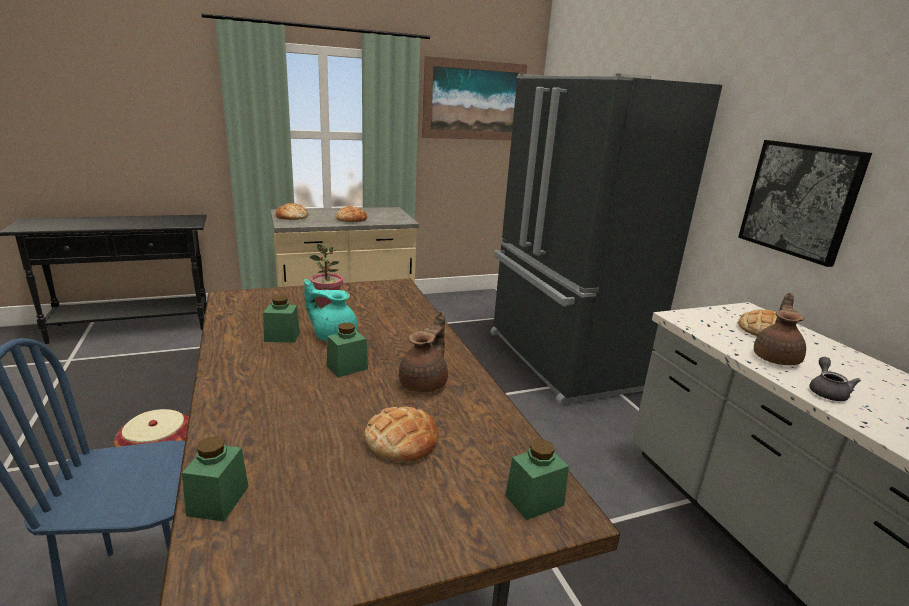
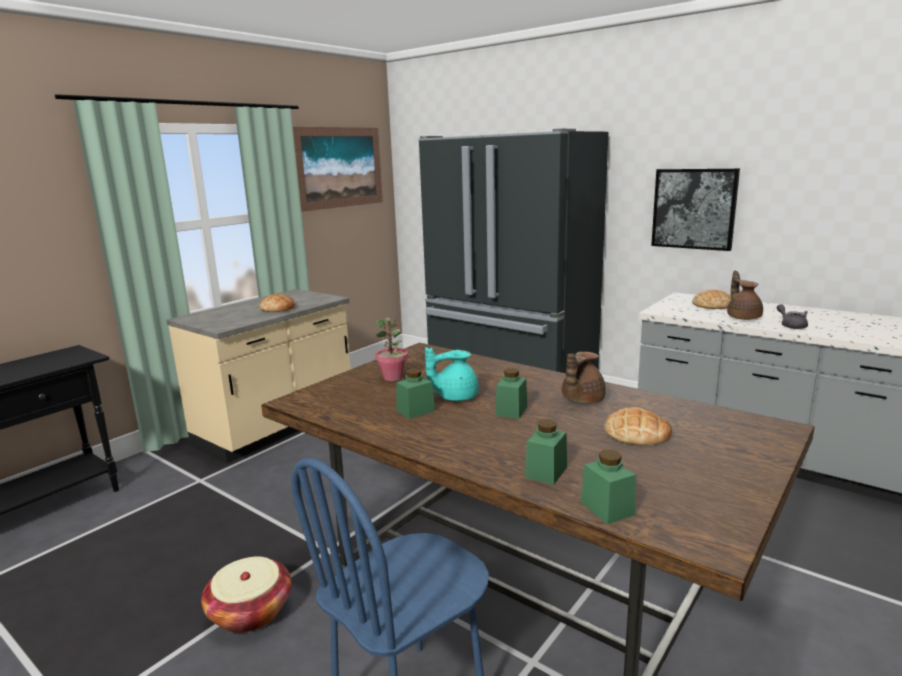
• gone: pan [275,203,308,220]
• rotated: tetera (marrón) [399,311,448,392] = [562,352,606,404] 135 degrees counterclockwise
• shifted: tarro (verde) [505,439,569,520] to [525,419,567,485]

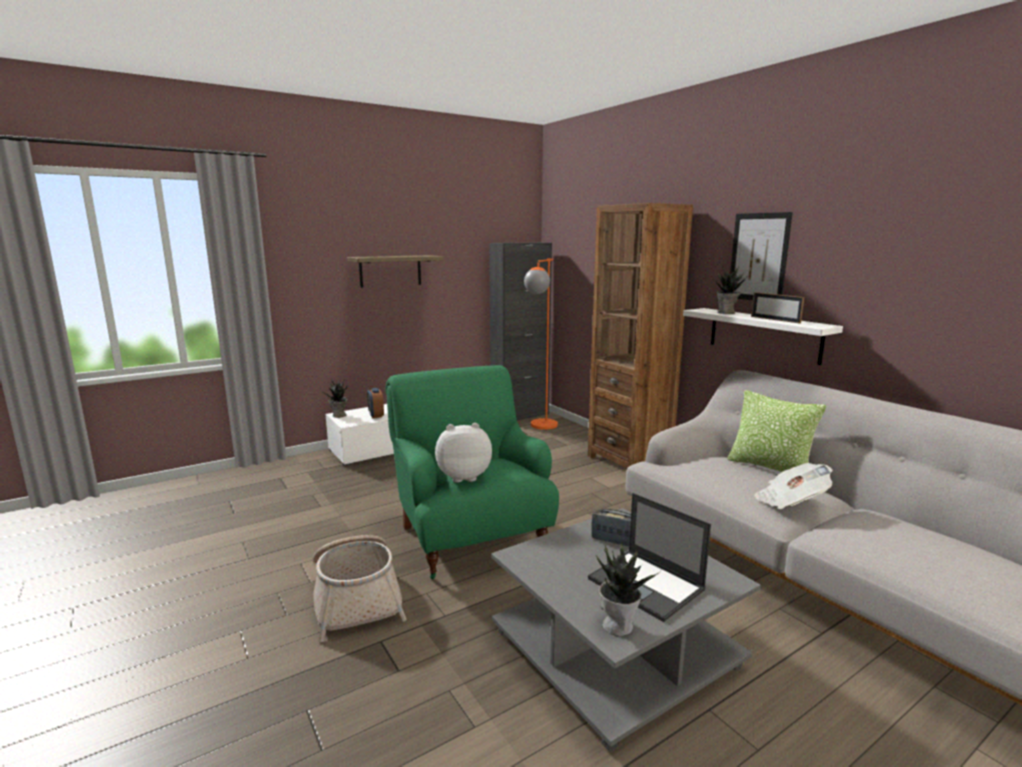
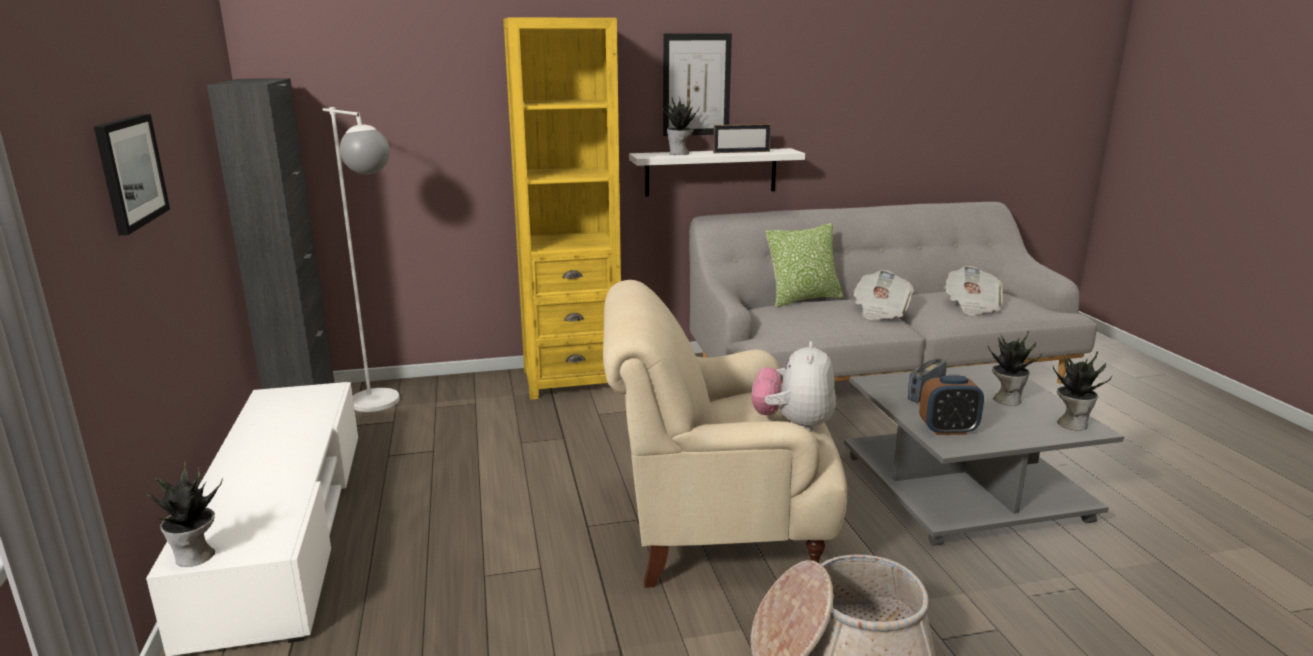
• repainted: estantería (marrón) [588,203,693,468] to estantería (amarillo) [503,17,621,400]
• swapped: estante [347,255,444,288] to cuadro [94,114,170,235]
• repainted: lámpara de pie (naranja) [524,258,558,430] to lámpara de pie (blanco) [322,107,400,412]
• repainted: sillón (verde) [386,365,559,579] to sillón (beis) [603,280,847,588]
• shifted: despertador [367,388,384,418] to [919,375,984,435]
• swapped: portátil [588,493,711,622] to planta en maceta [988,331,1042,406]
• new: periódico [944,266,1003,315]

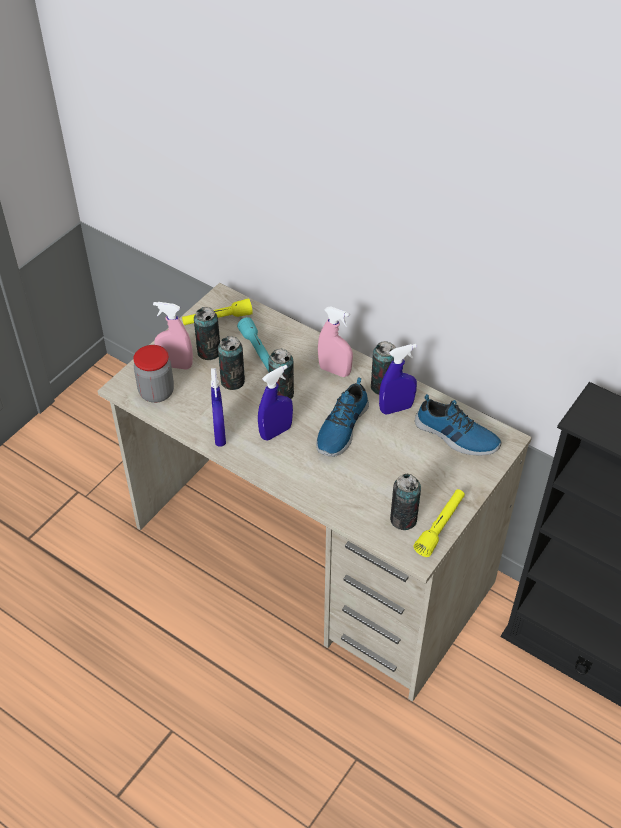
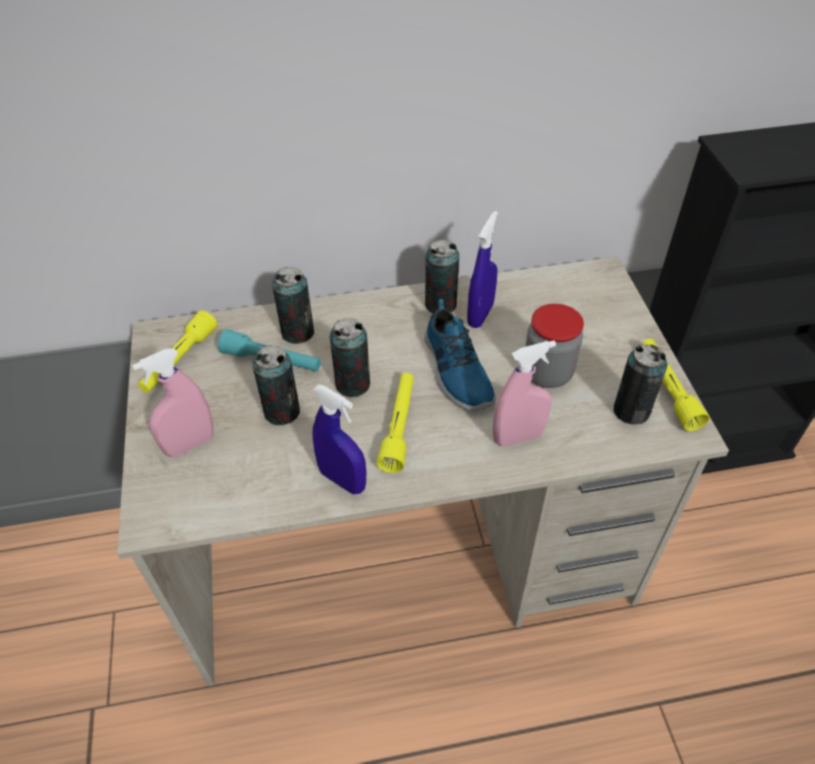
• shifted: lata [194,307,220,360] to [272,267,314,344]
• shifted: pulverizador (rosa) [318,307,353,377] to [493,340,556,447]
• shifted: tarro [133,345,174,403] to [525,304,584,388]
• swapped: pulverizador (azul) [258,365,293,441] to linterna (amarillo) [376,373,414,473]
• gone: zapato [415,394,502,456]

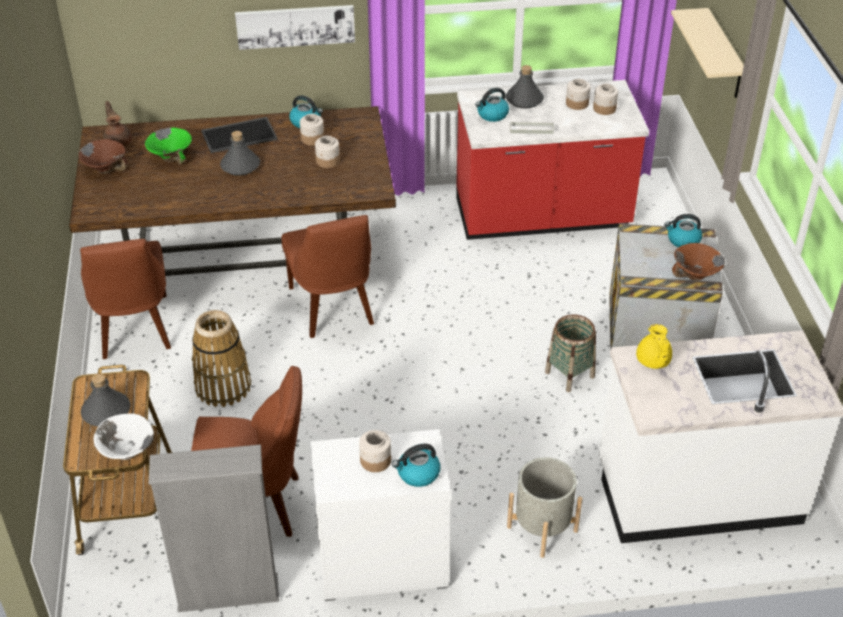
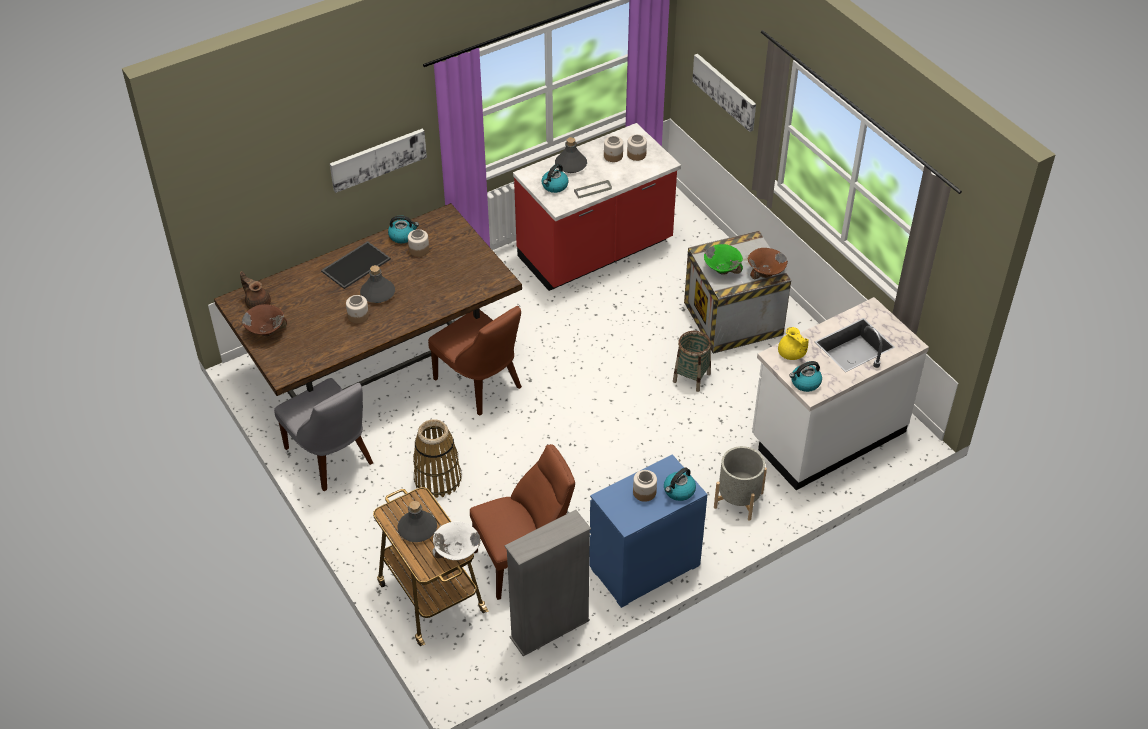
• swapped: estante (beis) [671,8,744,98] to cuadro [692,54,756,132]
• shifted: cuenco (verde) [145,128,192,164] to [704,244,743,275]
• shifted: tarro [315,136,340,168] to [346,295,369,324]
• shifted: hervidor [664,214,702,247] to [789,361,822,392]
• repainted: silla (marrón) [80,239,171,359] to silla (gris) [274,378,373,491]
• repainted: cómoda (blanco) [311,429,451,601] to cómoda (azul) [589,454,708,608]

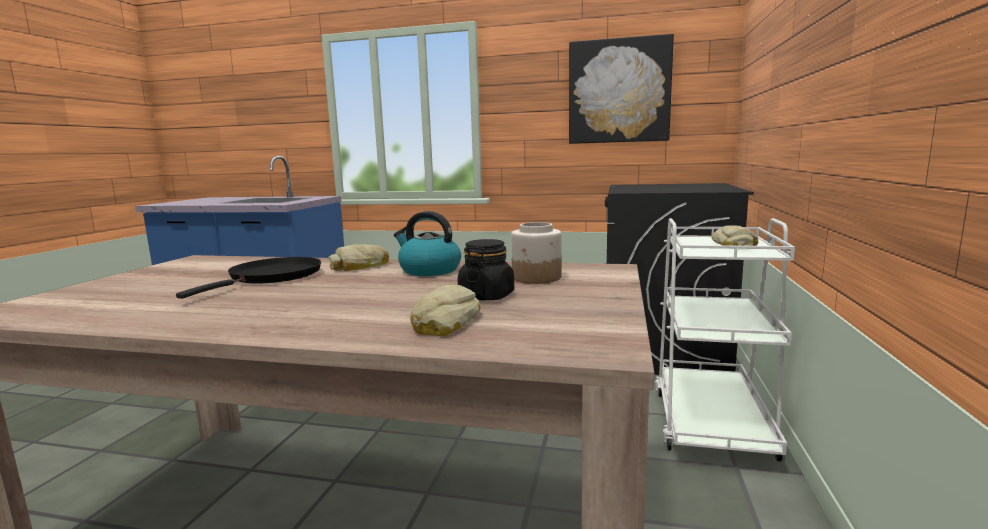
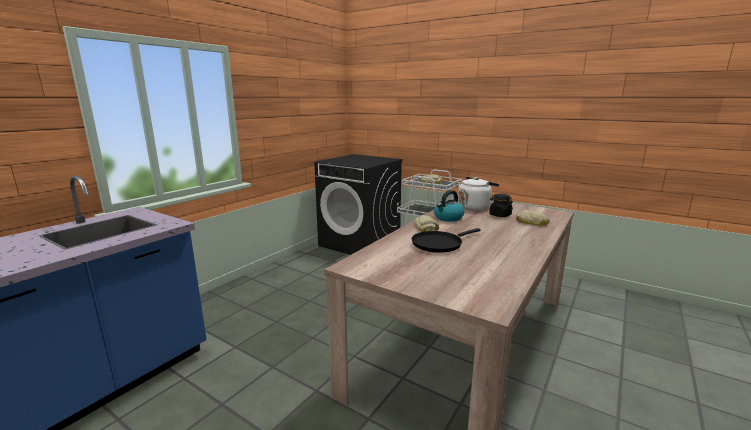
• gone: cuadro [569,34,674,144]
• swapped: tarro [511,222,562,284] to hervidor (blanco) [458,177,499,211]
• rotated: sartén (negro) [176,257,321,299] = [411,228,481,253] 75 degrees counterclockwise

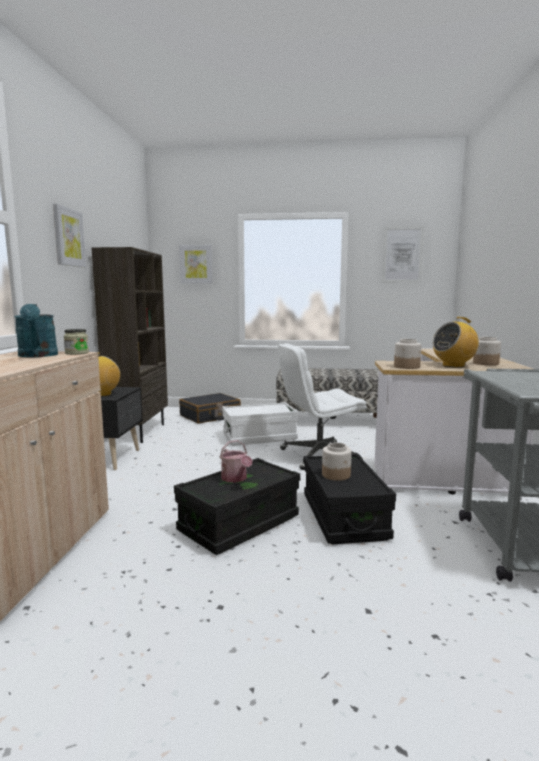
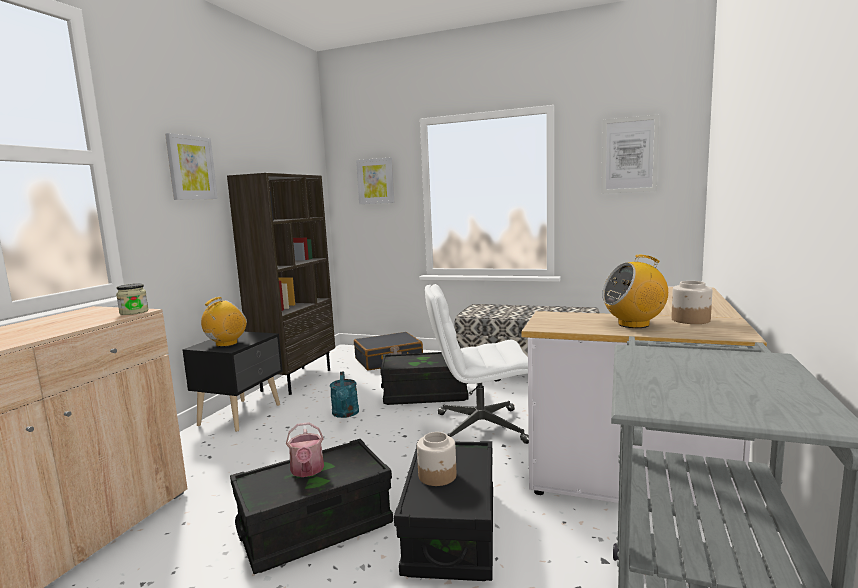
• shifted: regadera (turquesa) [14,304,58,357] to [330,371,359,418]
• gone: tarro [394,339,421,369]
• repainted: caja de almacenaje (blanco) [222,402,298,446] to caja de almacenaje (negro) [380,352,469,405]

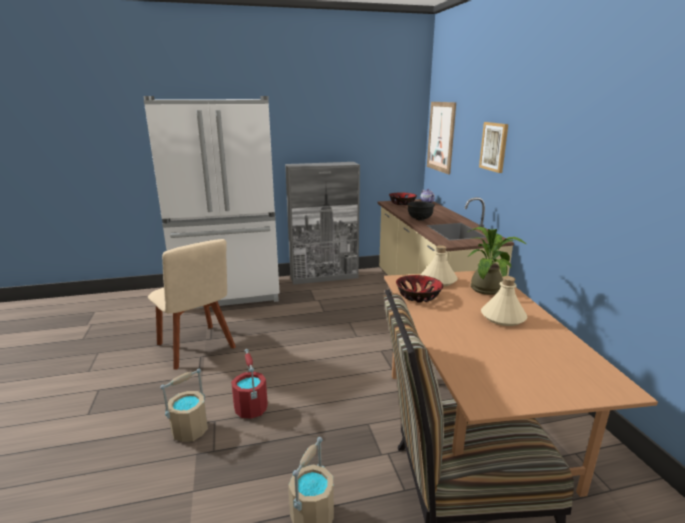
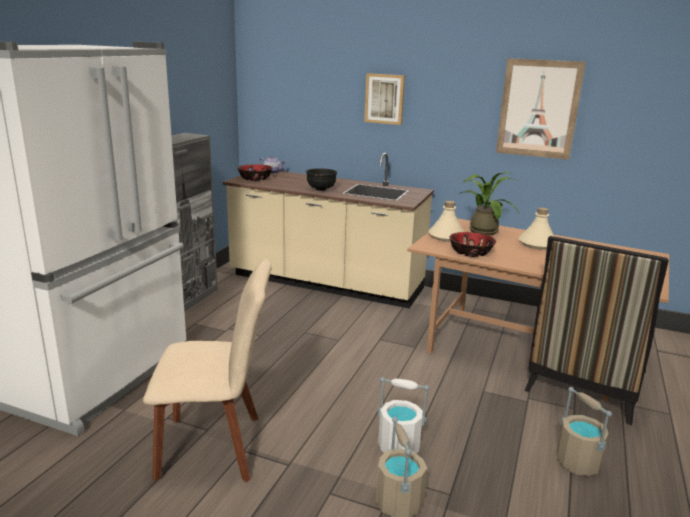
• shifted: cuadro [427,102,456,175] to [496,58,586,160]
• repainted: cubo (rojo) [231,349,268,419] to cubo (blanco) [378,377,429,453]

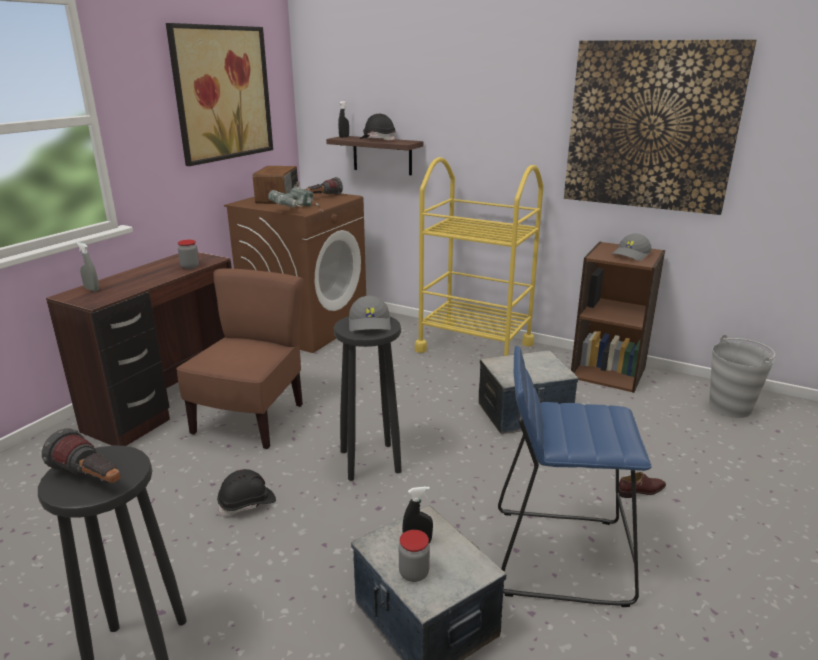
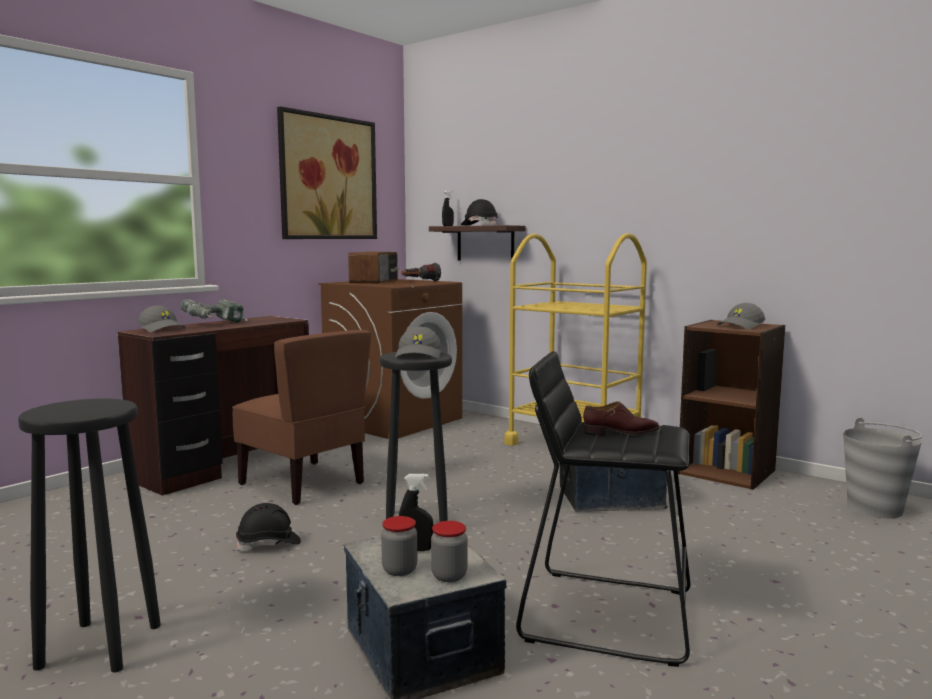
• gone: cuadro [564,39,757,215]
• shifted: taladro [268,187,319,208] to [180,299,249,323]
• shifted: tarro [178,240,199,269] to [431,521,467,582]
• swapped: pulverizador (gris) [76,242,99,291] to gorra (gris) [138,305,186,332]
• rotated: silla (marrón) [176,269,303,449] = [232,330,371,505] 105 degrees clockwise
• repainted: taburete (azul) [498,346,652,607] to taburete (negro) [516,351,691,667]
• gone: linterna [42,428,121,483]
• shifted: zapato (marrón) [619,472,666,498] to [583,401,659,436]

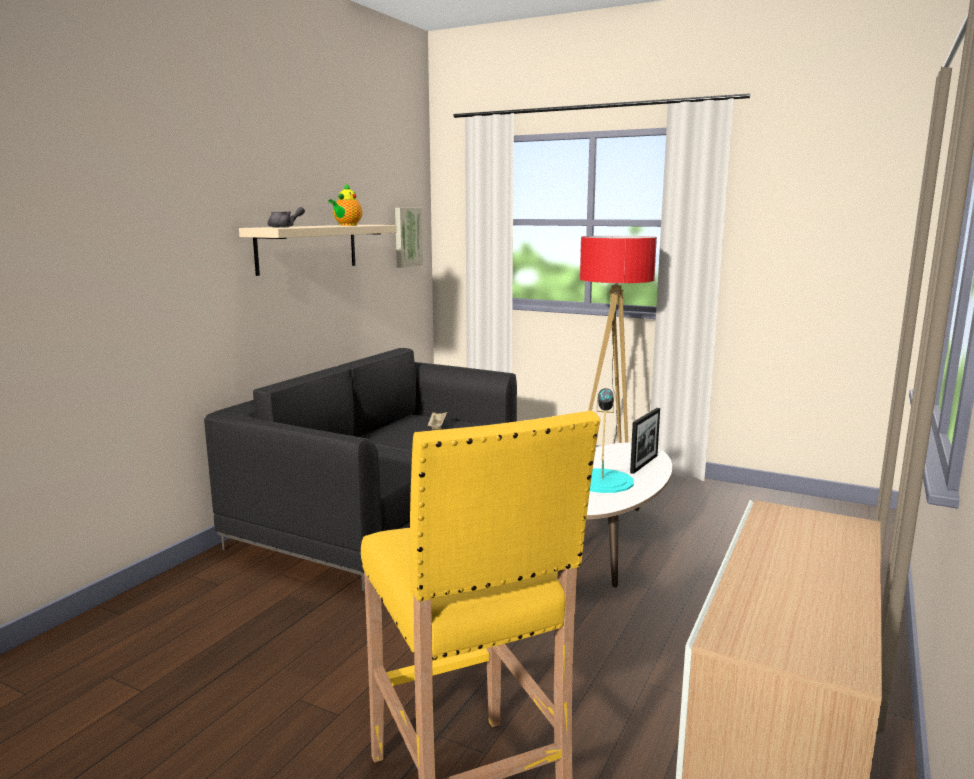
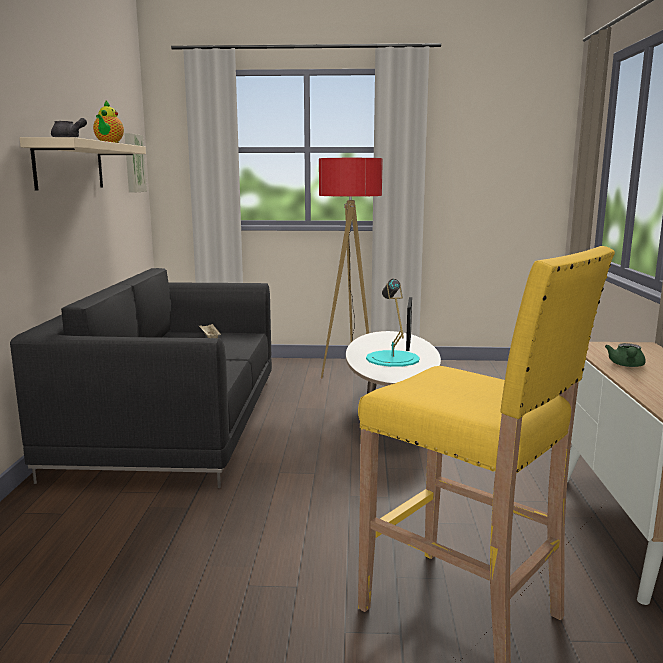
• new: tetera (verde) [605,343,645,367]

